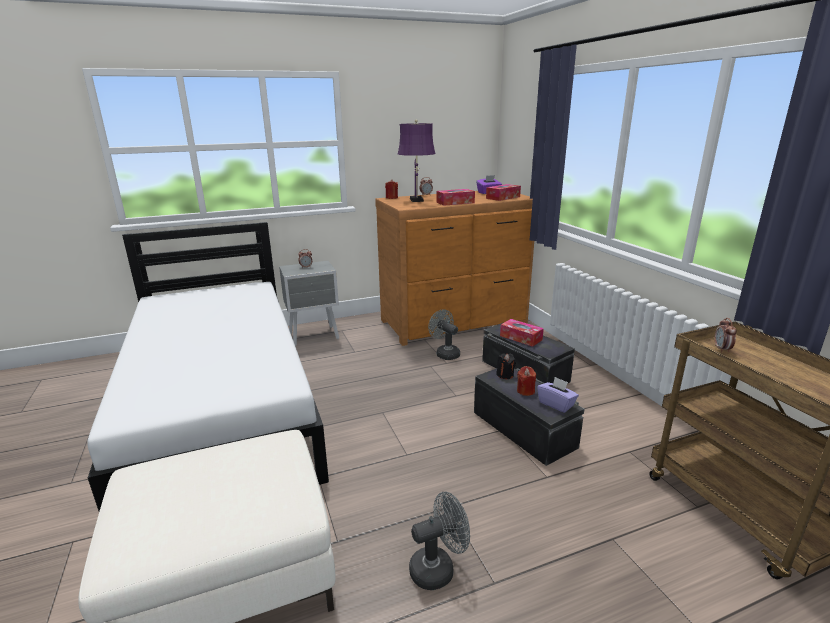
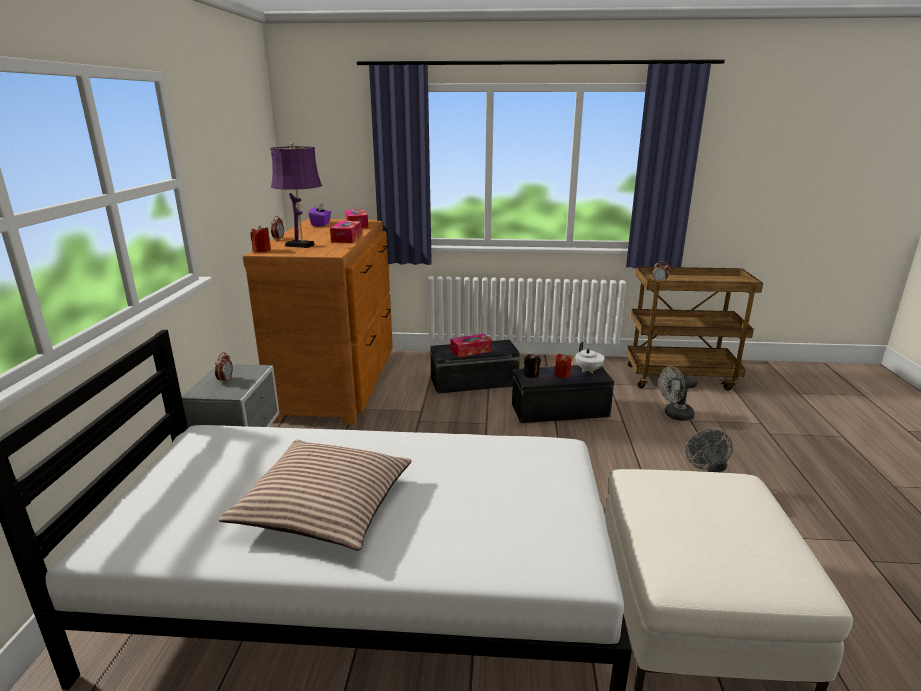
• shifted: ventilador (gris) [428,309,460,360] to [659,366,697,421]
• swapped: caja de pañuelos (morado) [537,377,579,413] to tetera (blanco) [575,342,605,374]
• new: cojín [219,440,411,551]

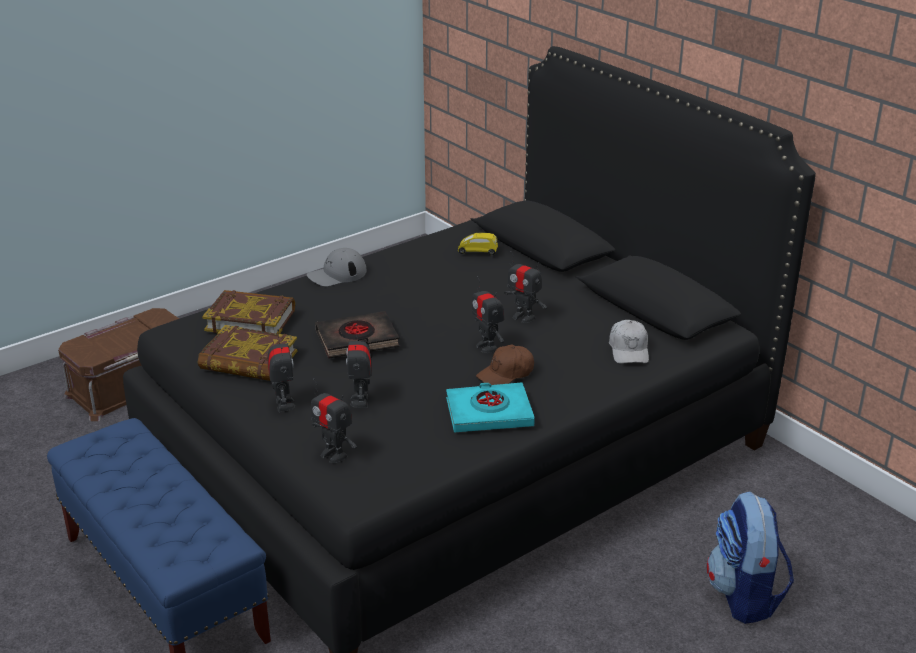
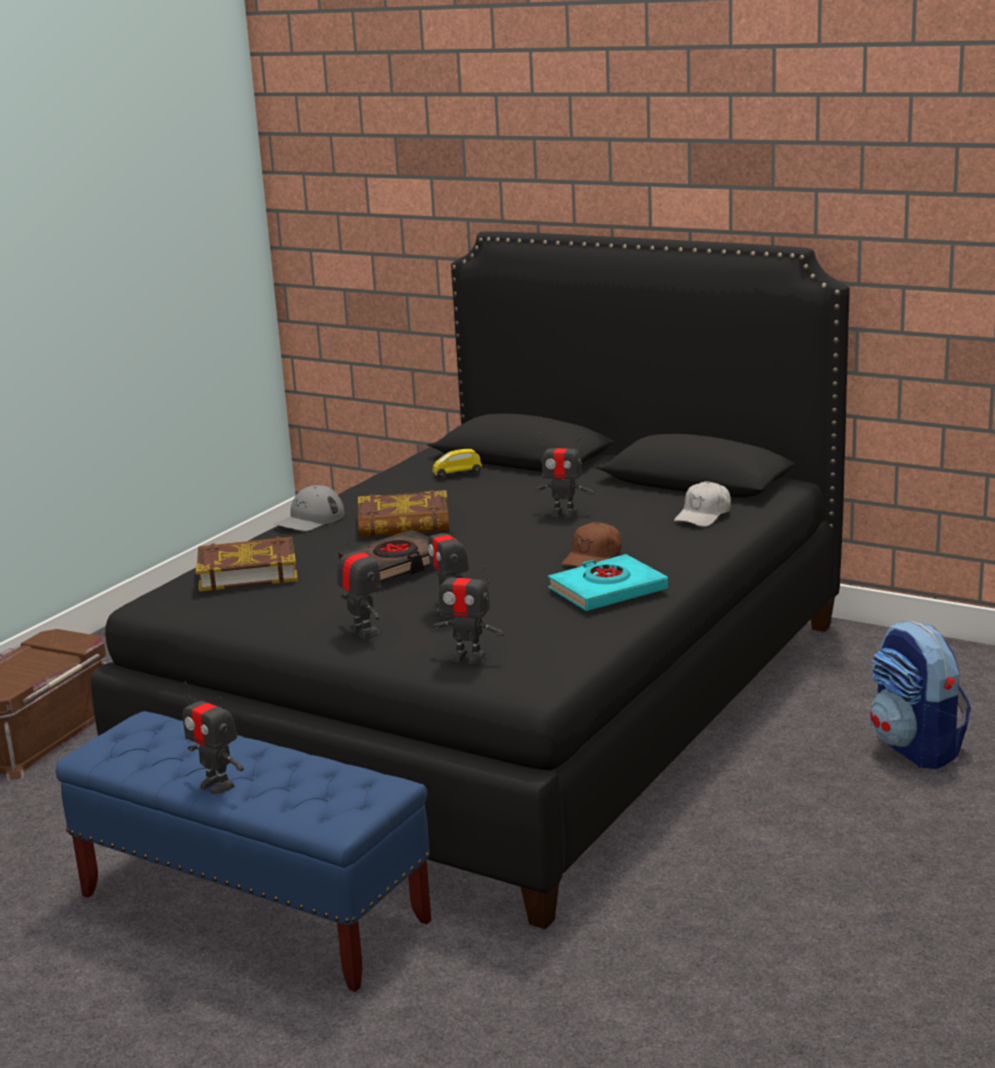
• shifted: robot de juguete [472,276,504,353] to [183,681,244,794]
• rotated: gorra (blanco) [609,320,649,364] = [674,481,731,527] 60 degrees clockwise
• shifted: libro [198,325,298,381] to [358,490,449,537]

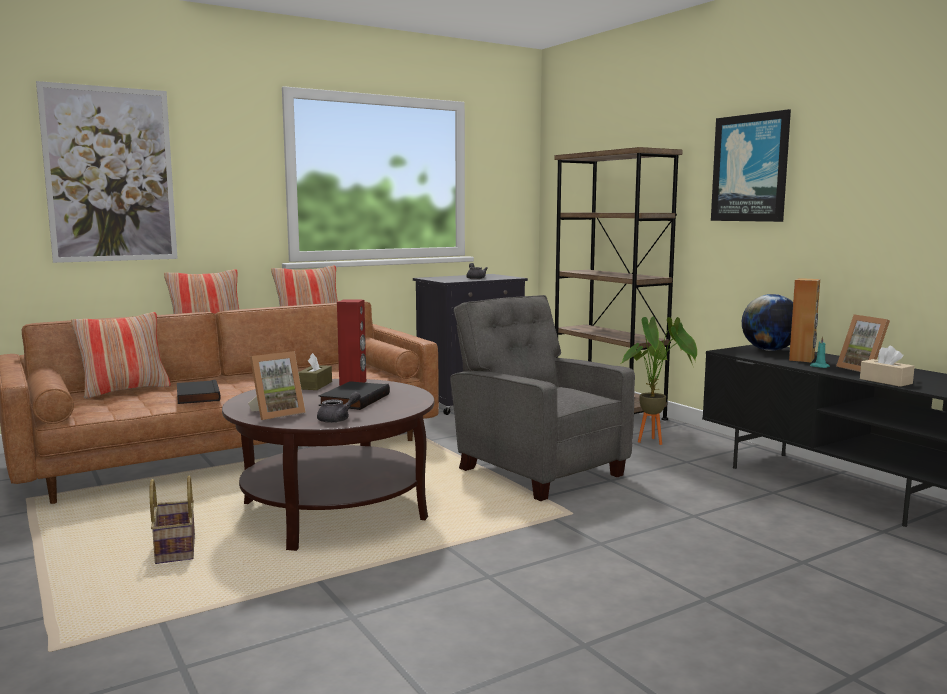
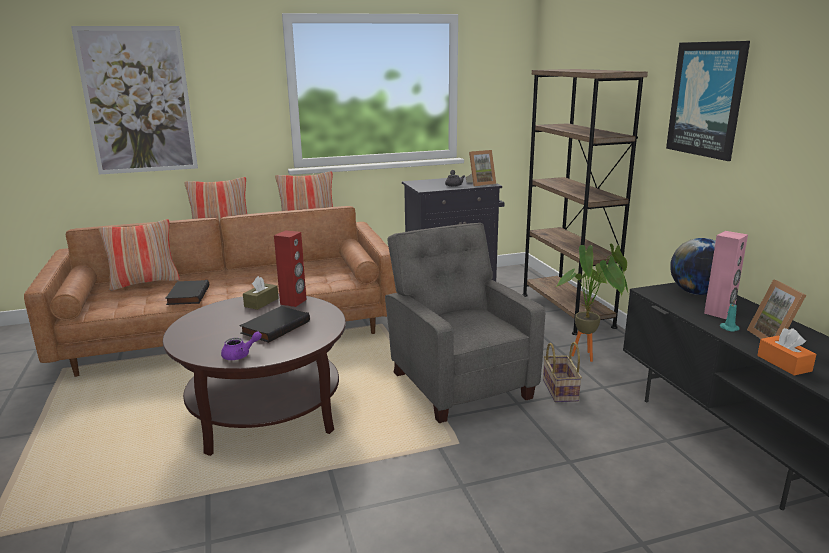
• repainted: altavoz (marrón) [789,278,820,363] to altavoz (rosa) [704,231,748,319]
• repainted: caja de pañuelos (beis) [860,346,915,387] to caja de pañuelos (naranja) [757,328,816,375]
• shifted: portarretratos [248,351,306,420] to [466,150,496,186]
• repainted: tetera (gris) [317,392,361,423] to tetera (morado) [221,332,262,360]
• shifted: cesta [150,476,195,564] to [543,342,582,403]

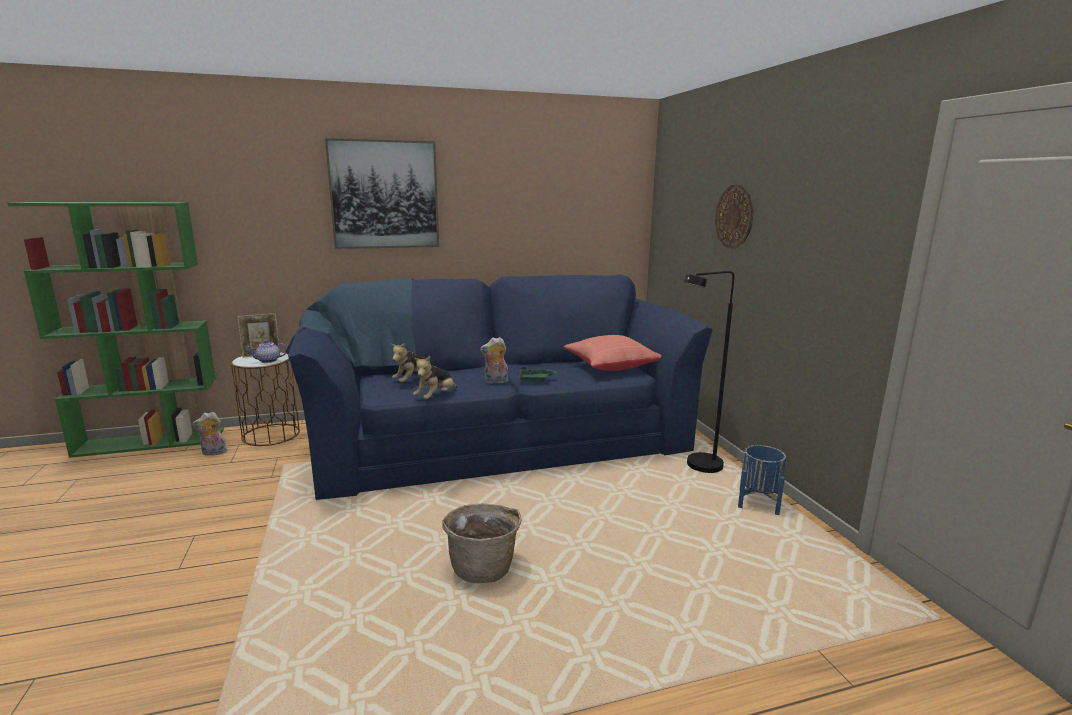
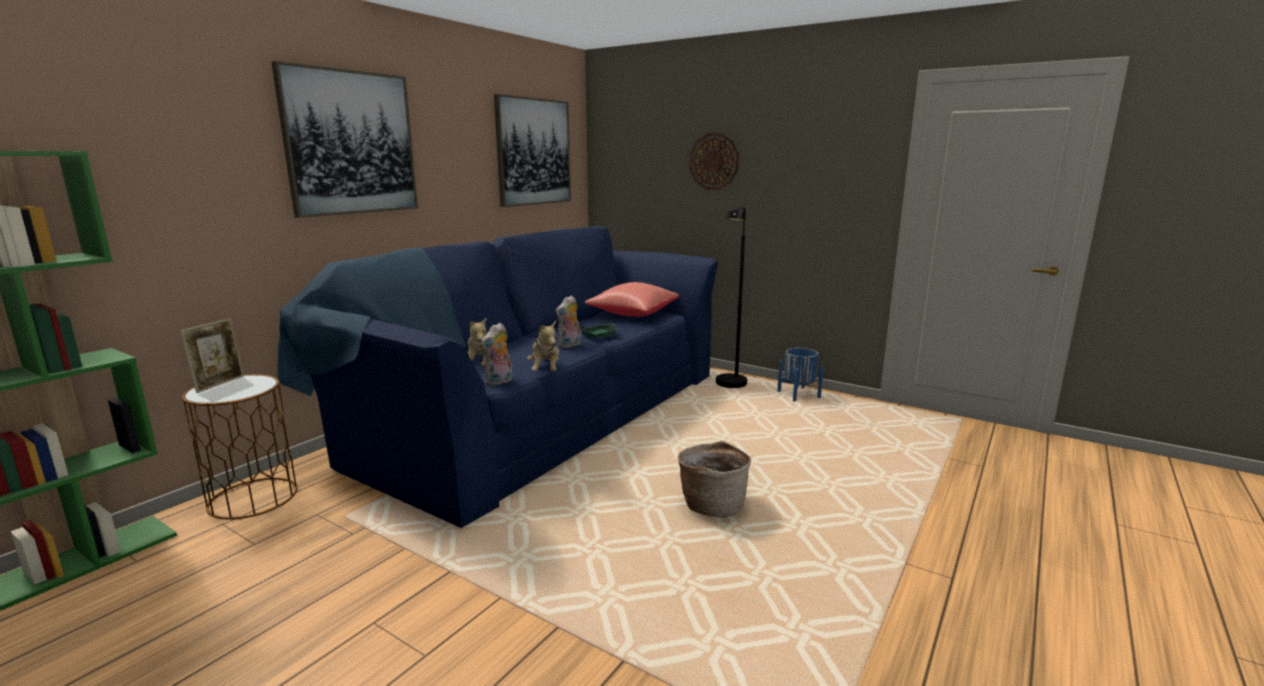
• gone: tetera [247,340,287,363]
• shifted: peluche [193,412,227,456] to [481,323,513,386]
• new: cuadro [494,94,571,207]

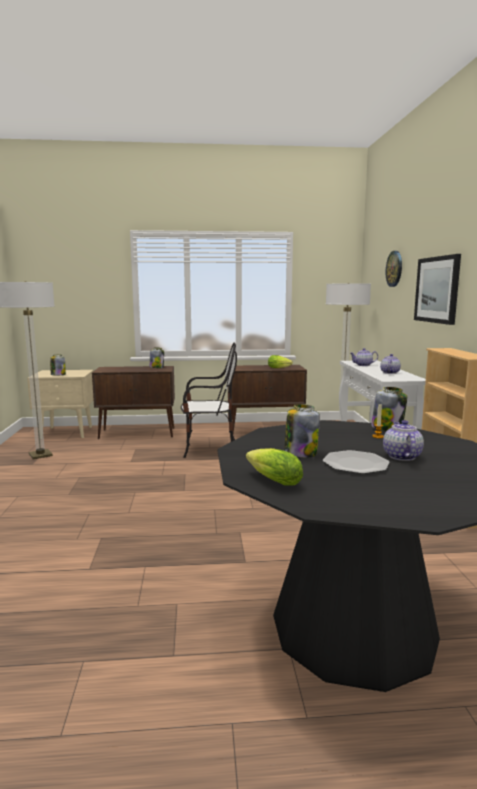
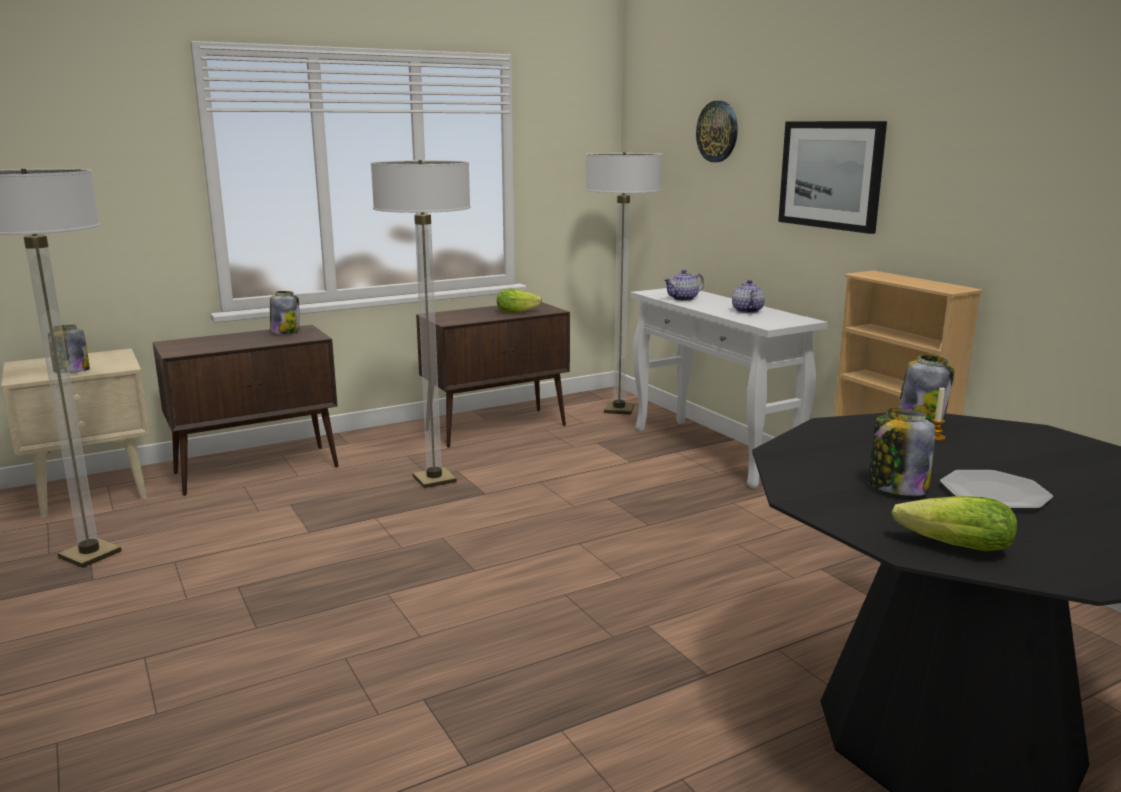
• swapped: silla [181,342,237,458] to lámpara de pie [371,160,471,488]
• gone: tetera [383,420,424,461]

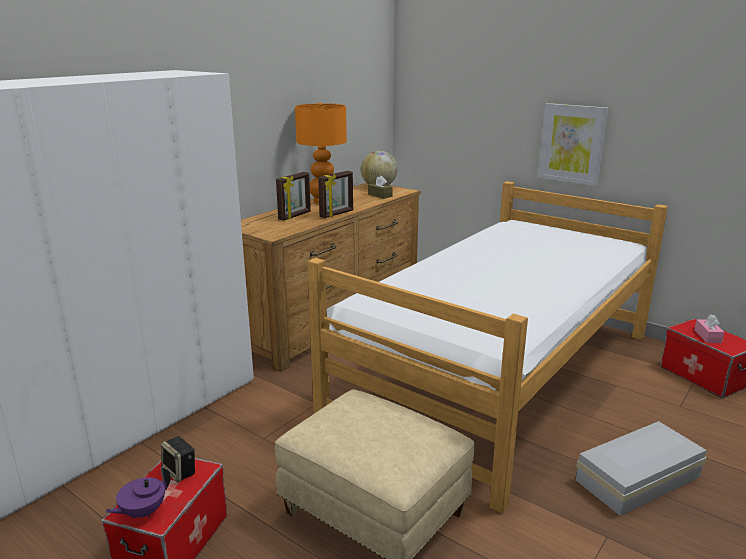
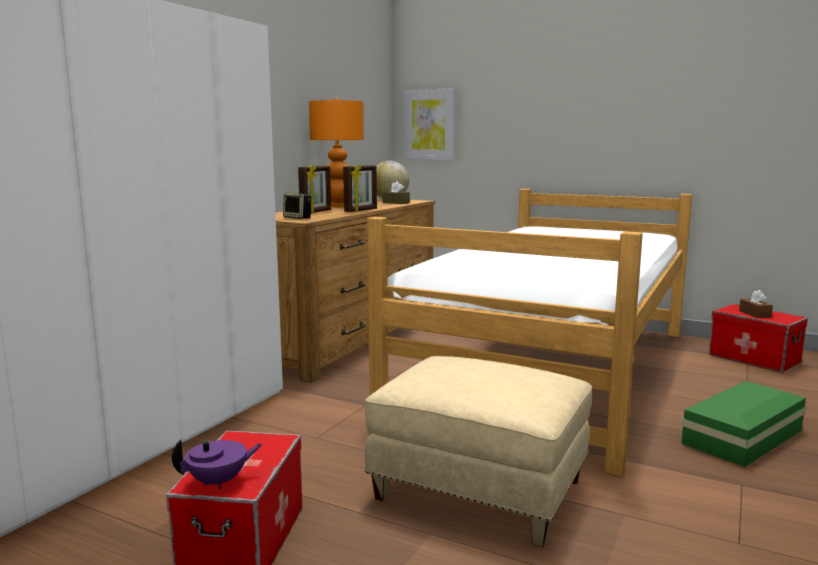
• shifted: cuadro [538,103,608,186] to [404,88,455,160]
• repainted: caja de pañuelos (rosa) [694,314,724,343] to caja de pañuelos (marrón) [739,290,773,318]
• repainted: caja de almacenaje (blanco) [576,421,707,516] to caja de almacenaje (verde) [681,381,807,467]
• shifted: altavoz [161,436,195,482] to [283,192,311,219]
• rotated: tetera (morado) [105,467,171,518] = [172,440,262,490] 150 degrees counterclockwise

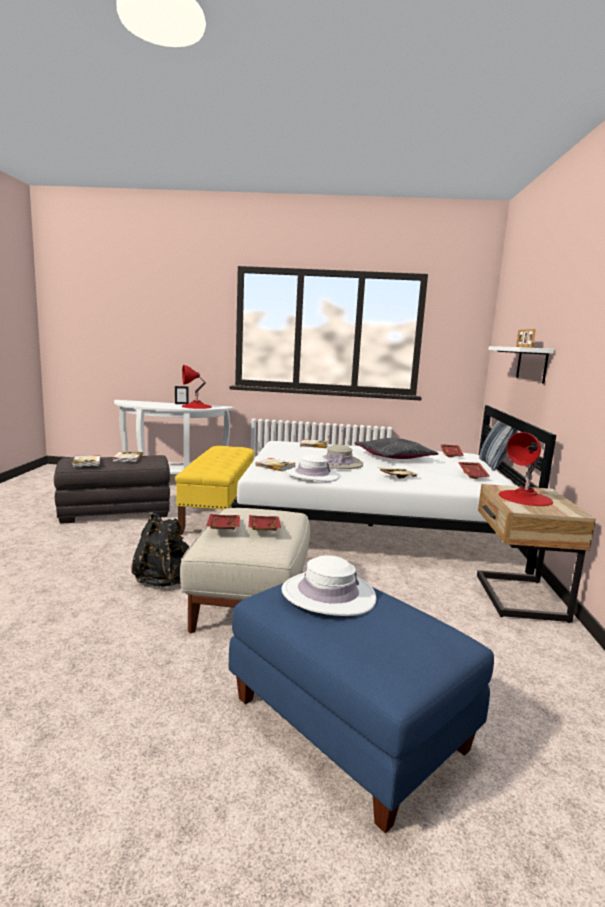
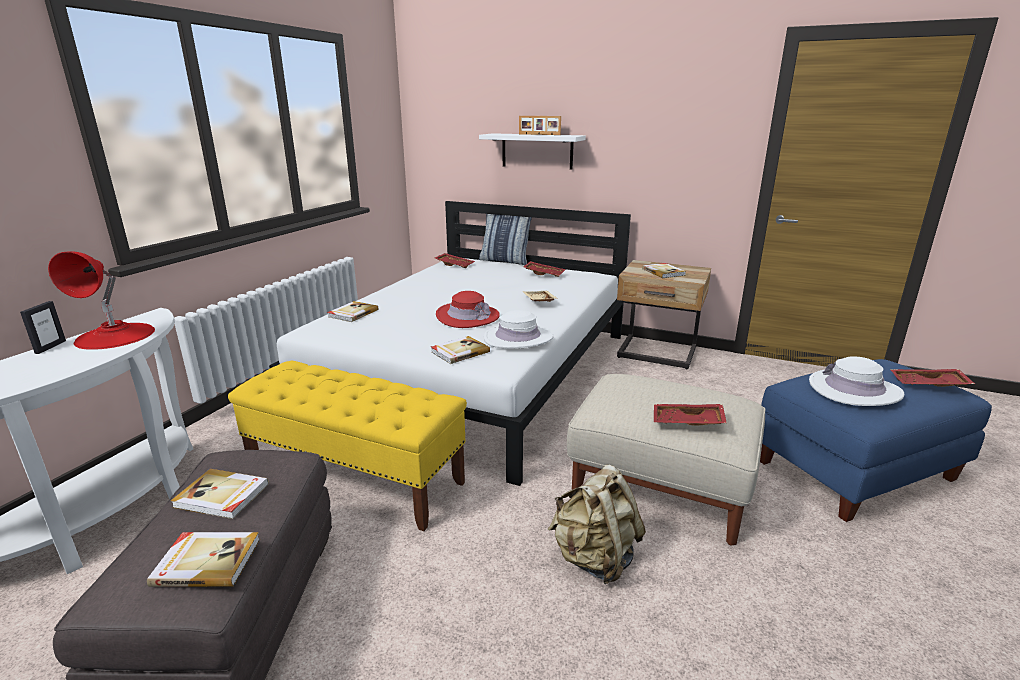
• swapped: lámpara de mesa (rojo) [499,432,553,506] to libro [642,263,686,278]
• gone: cojín (gris) [355,438,438,459]
• repainted: sombrero (beis) [322,444,363,469] to sombrero (rojo) [436,291,500,328]
• repainted: mochila (negro) [131,512,190,587] to mochila (beis) [548,465,646,584]
• shifted: bandeja (rojo) [248,515,281,531] to [891,369,975,387]

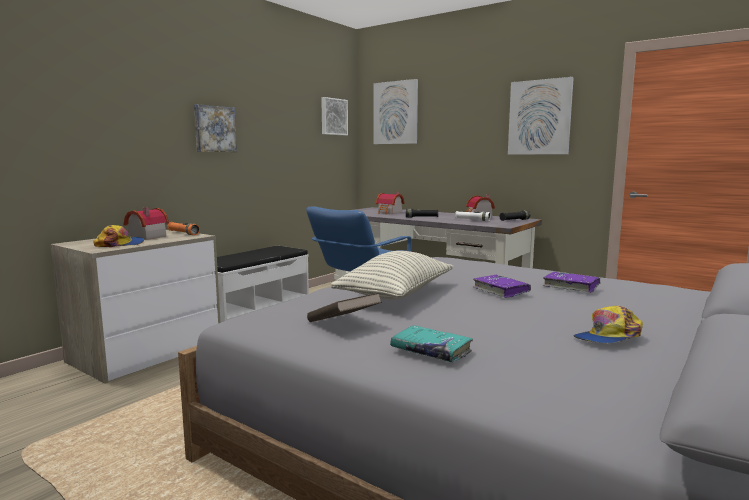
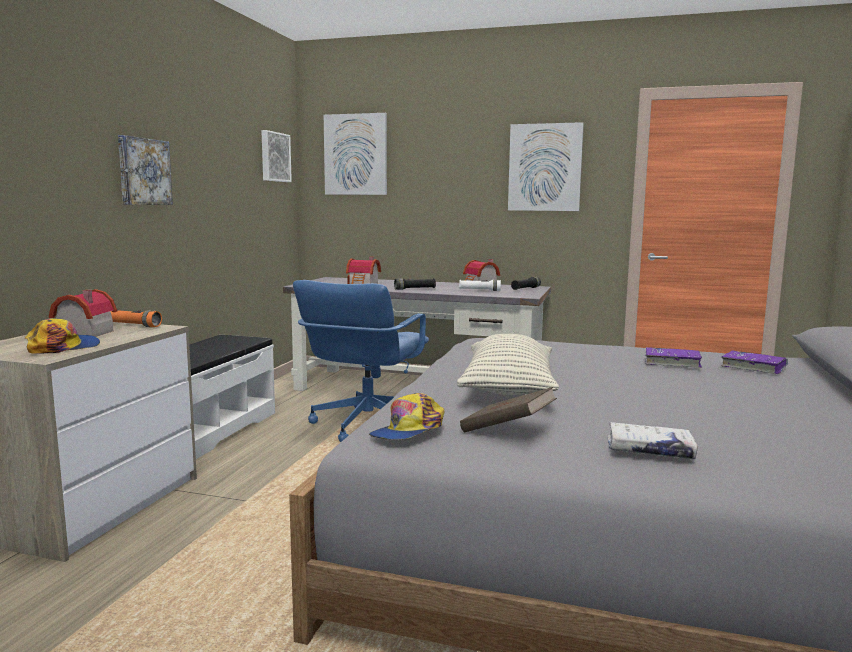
• shifted: libro (morado) [473,275,531,298] to [721,350,788,374]
• shifted: gorra [574,306,643,343] to [369,393,444,439]
• repainted: libro (turquesa) [390,325,473,362] to libro (blanco) [608,422,698,459]

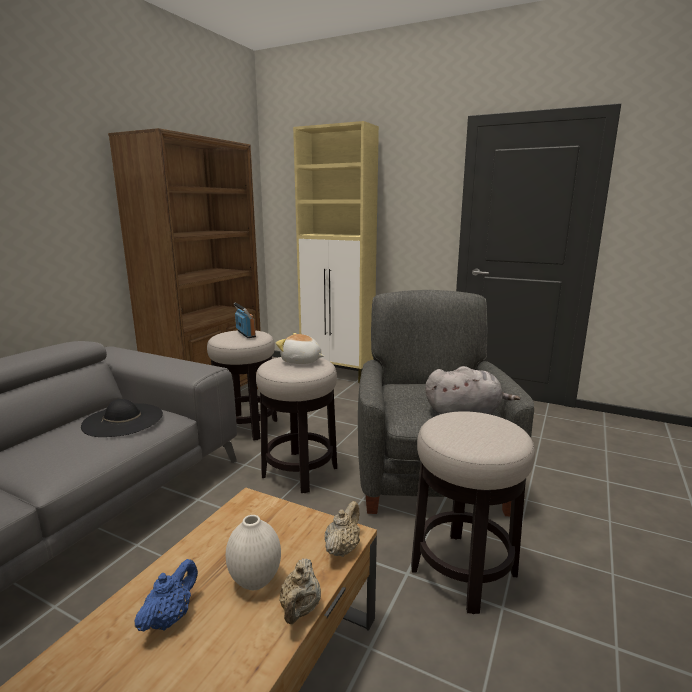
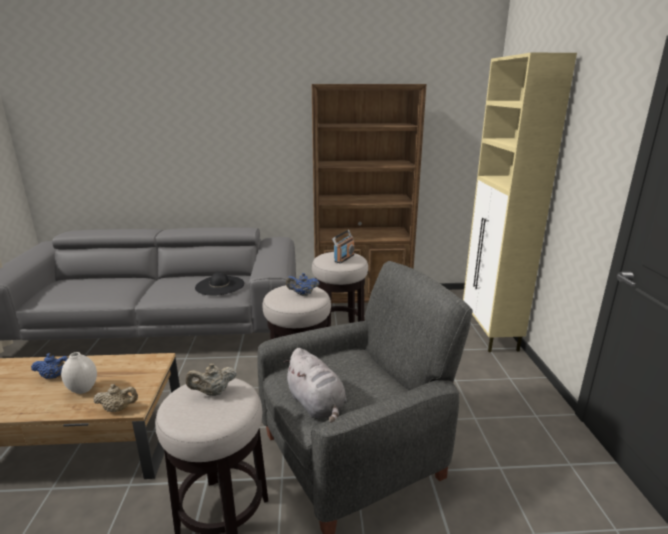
• swapped: peluche [276,333,324,364] to tetera (azul) [286,273,319,296]
• shifted: tetera (beis) [279,558,321,624] to [186,363,237,396]

